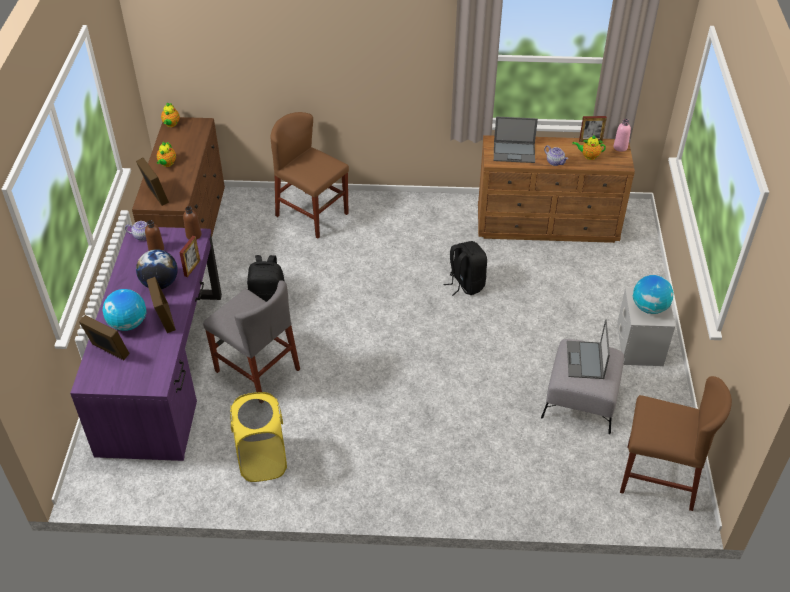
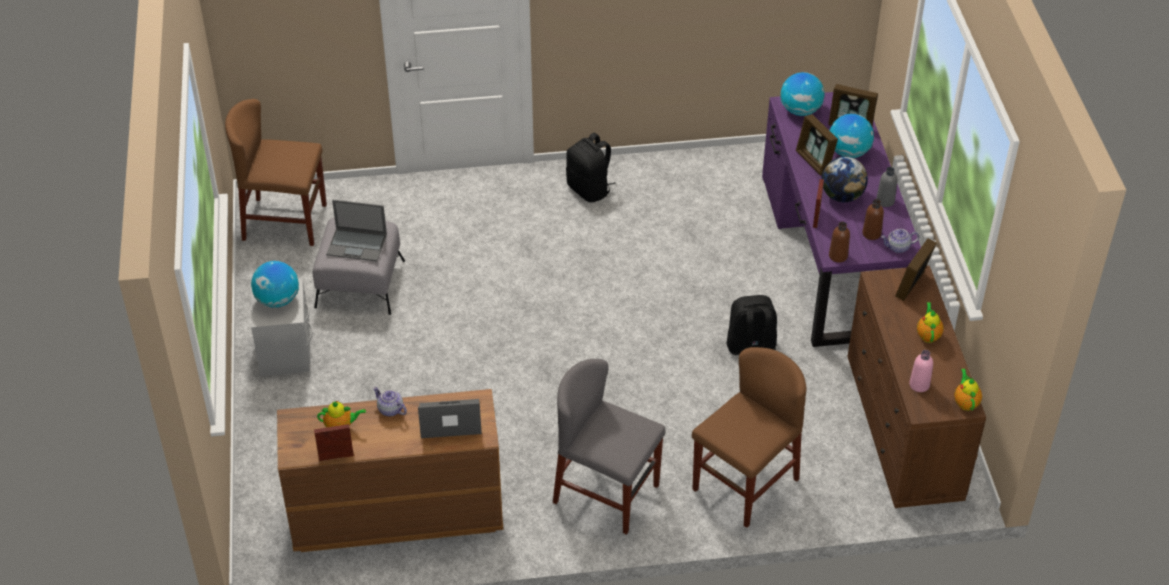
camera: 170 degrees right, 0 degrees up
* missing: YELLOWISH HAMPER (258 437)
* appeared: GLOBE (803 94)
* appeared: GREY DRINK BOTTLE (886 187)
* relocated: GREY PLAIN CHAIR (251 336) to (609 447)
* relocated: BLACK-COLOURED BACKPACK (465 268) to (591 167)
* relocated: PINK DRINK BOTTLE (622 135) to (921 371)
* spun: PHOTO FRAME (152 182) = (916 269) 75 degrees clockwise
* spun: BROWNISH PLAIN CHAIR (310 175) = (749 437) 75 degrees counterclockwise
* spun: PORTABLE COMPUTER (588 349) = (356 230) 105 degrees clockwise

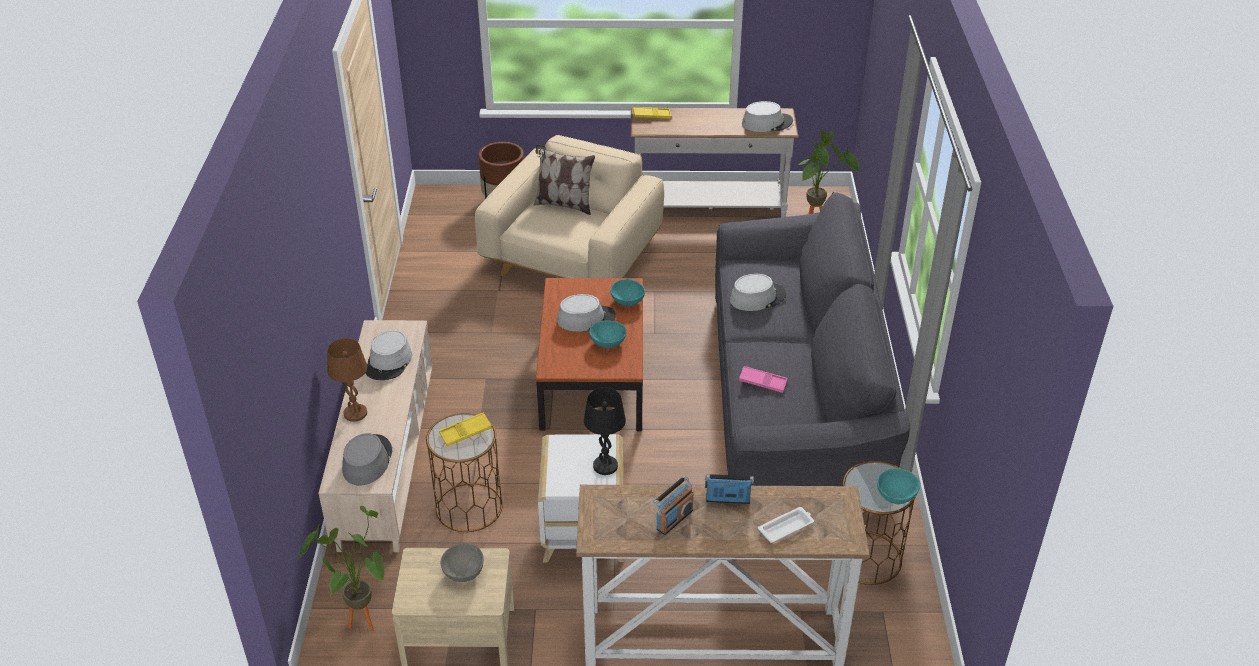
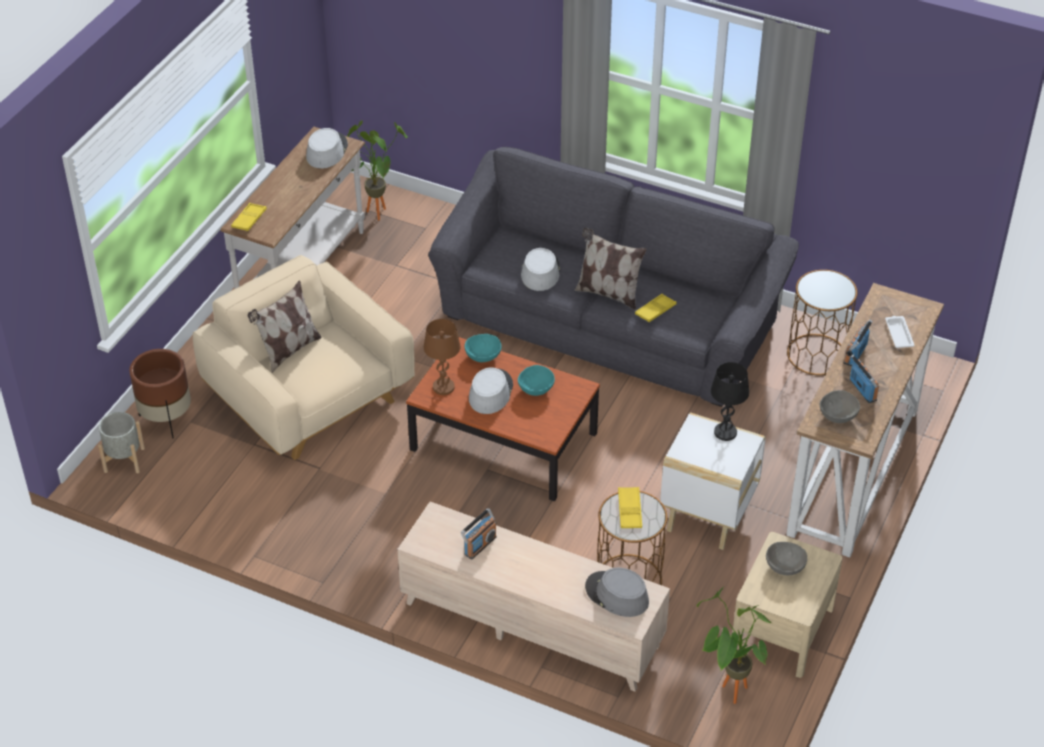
camera: 65 degrees left, 5 degrees up
* missing: TURQUOISE-COLOURED BOWL (898 486)
* appeared: GREY FLOWER POT (121 442)
* appeared: THROW PILLOW (611 268)
* appeared: GREY BOWL (840 406)
* relocated: BROWNISH TABLE LAMP (347 380) to (442 357)
* exchanged: GREY CLOTHING HAT (388 355) to RADIO RECEIVER (479 534)
* colour: PINK CARRYING TRAY (763 379) to YELLOWISH CARRYING TRAY (655 308)

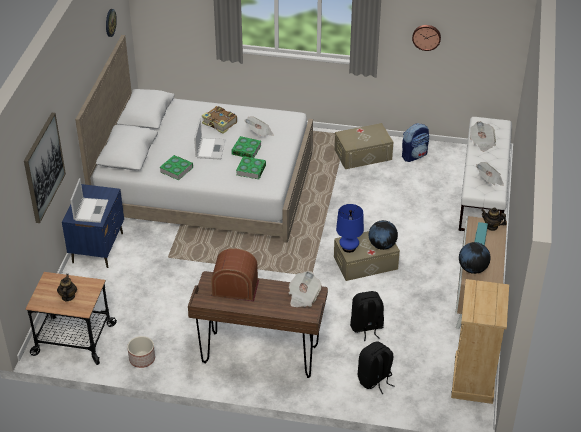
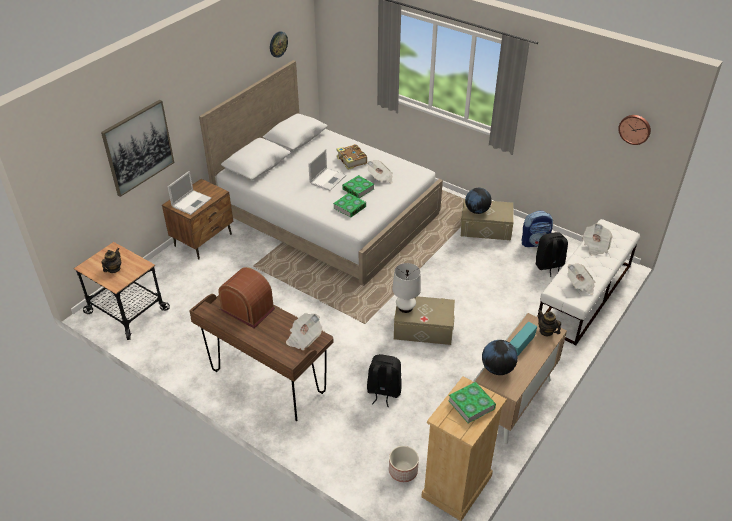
camera: 25 degrees right, 0 degrees up
* relocated: FLOWER POT (141 352) to (404 464)
* relocated: VOLUME (176 167) to (472 402)
* relocated: BLACK-COLOURED BACKPACK (376 367) to (552 254)
* relocated: GLOBE (383 235) to (478 201)
* relocated: HANGING CLOCK (426 38) to (634 130)
* colour: BLUISH BEDSIDE TABLE (93 226) to BROWNISH BEDSIDE TABLE (197 219)
* colour: BLUISH TABLE LAMP (350 228) to WHITISH TABLE LAMP (406 288)

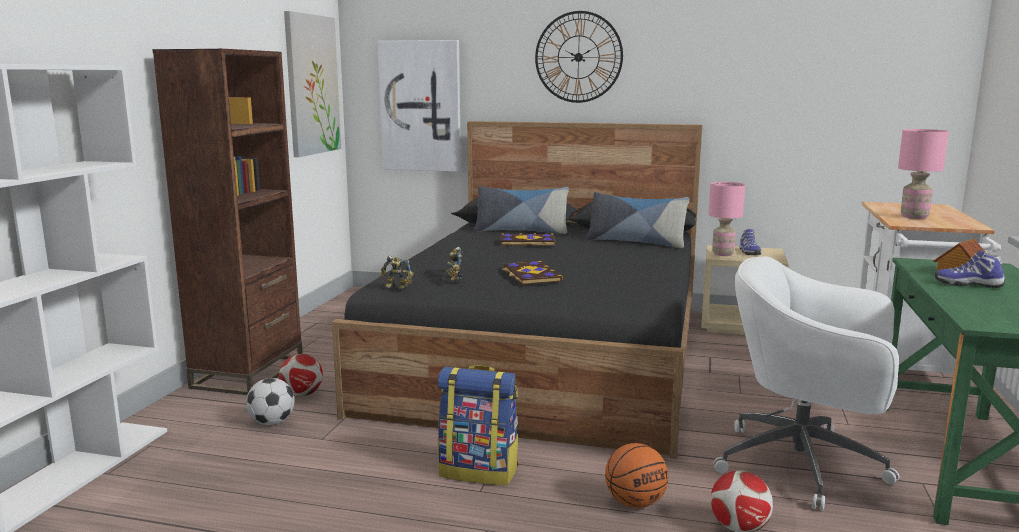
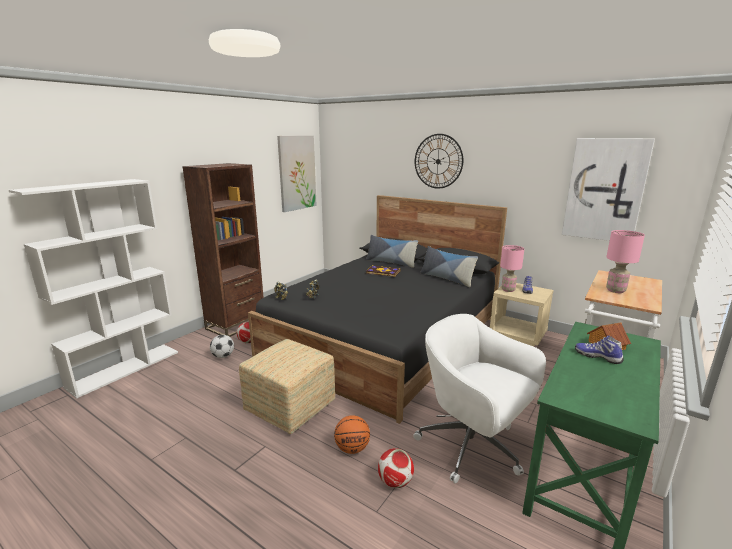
camera: 20 degrees right, 5 degrees up
* missing: VOLUME (532 273)
* relocated: PICTURE (419 106) to (608 189)
* exchanged: BACKPACK (478 425) to POUFFE (287 386)

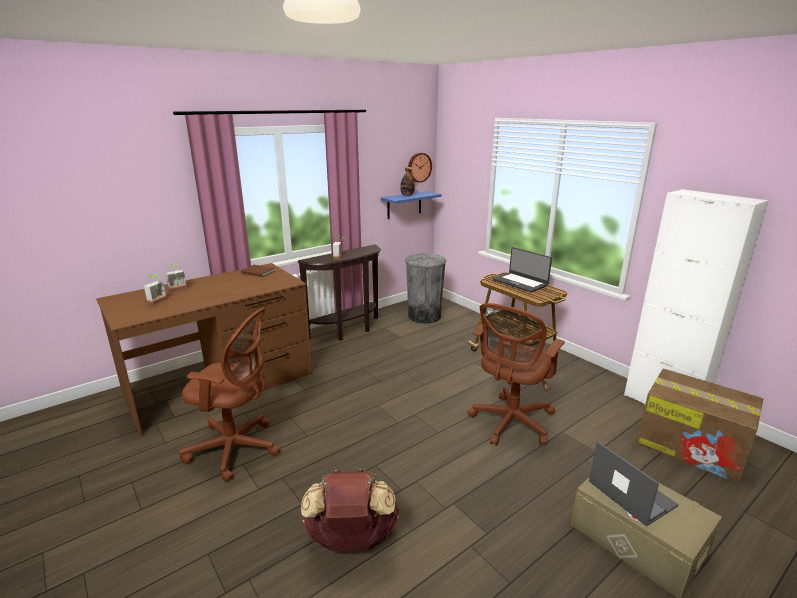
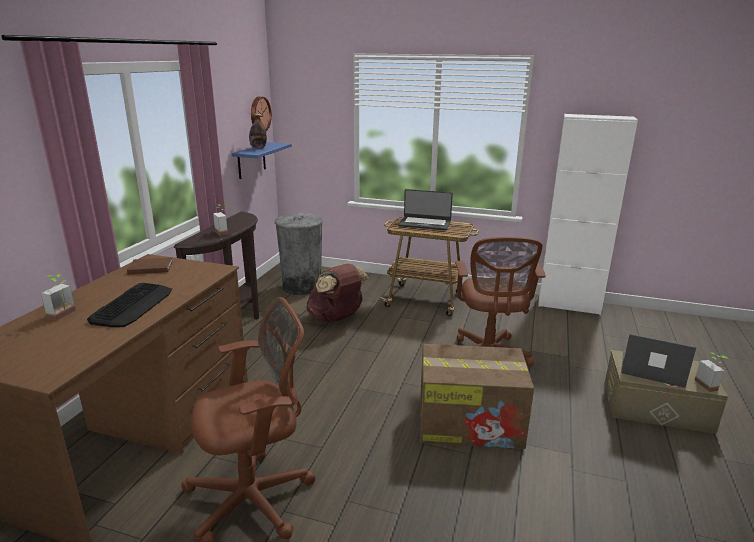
camera: 35 degrees left, 0 degrees up
* appeared: KEYBOARD (129 305)
* relocated: HOUSEPLANT (155 290) to (711 372)
* relocated: BROWNISH BACKPACK (350 510) to (337 292)
* relocated: CARDBOARD BOX (699 425) to (477 396)

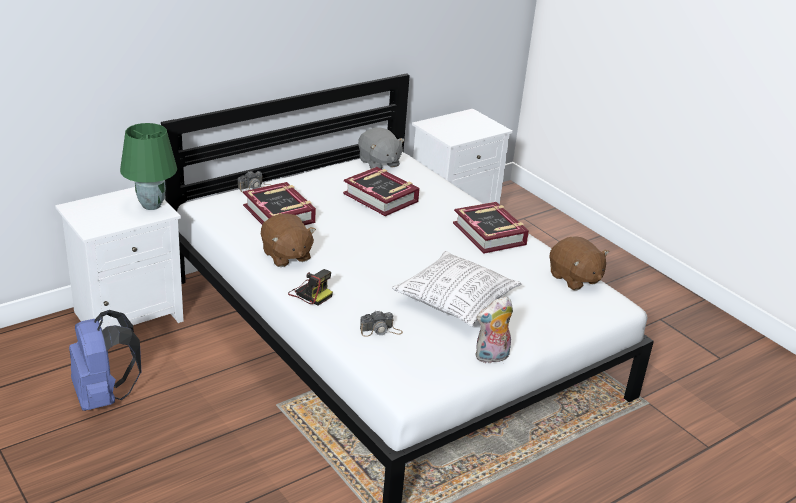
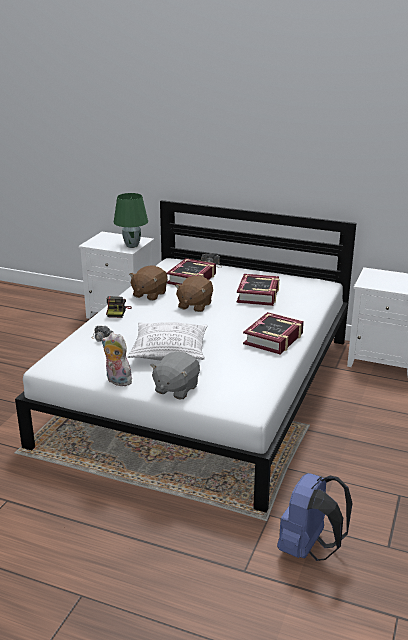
camera: 60 degrees right, 5 degrees down
* relocated: BLUISH BACKPACK (105 360) to (314 517)
* relocated: GREY CUDDLY TOY (381 148) to (175 376)
* relocated: BROWNISH CUDDLY TOY (579 263) to (194 294)

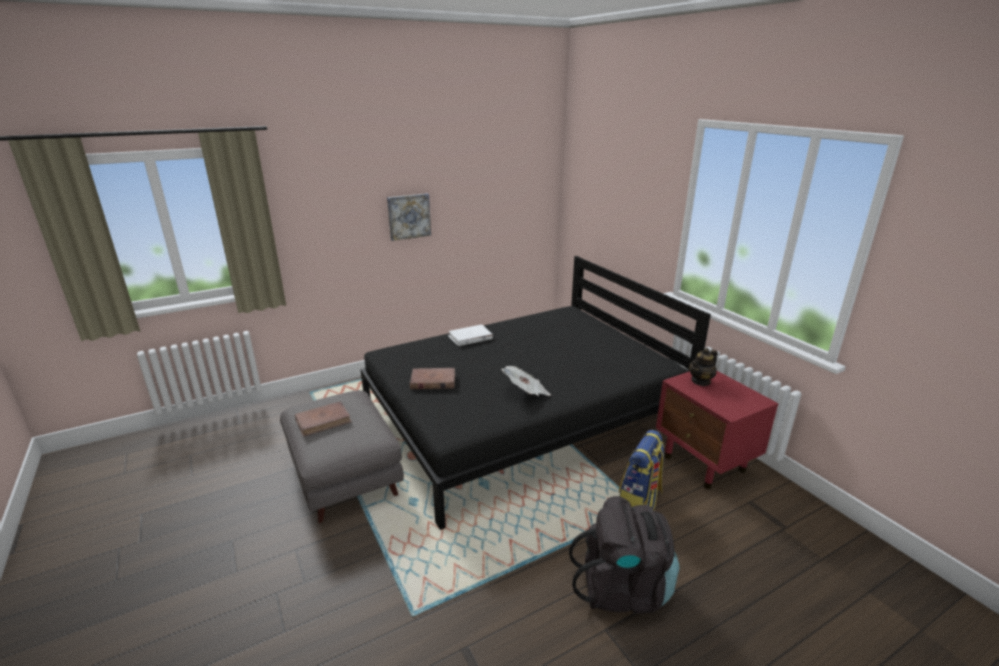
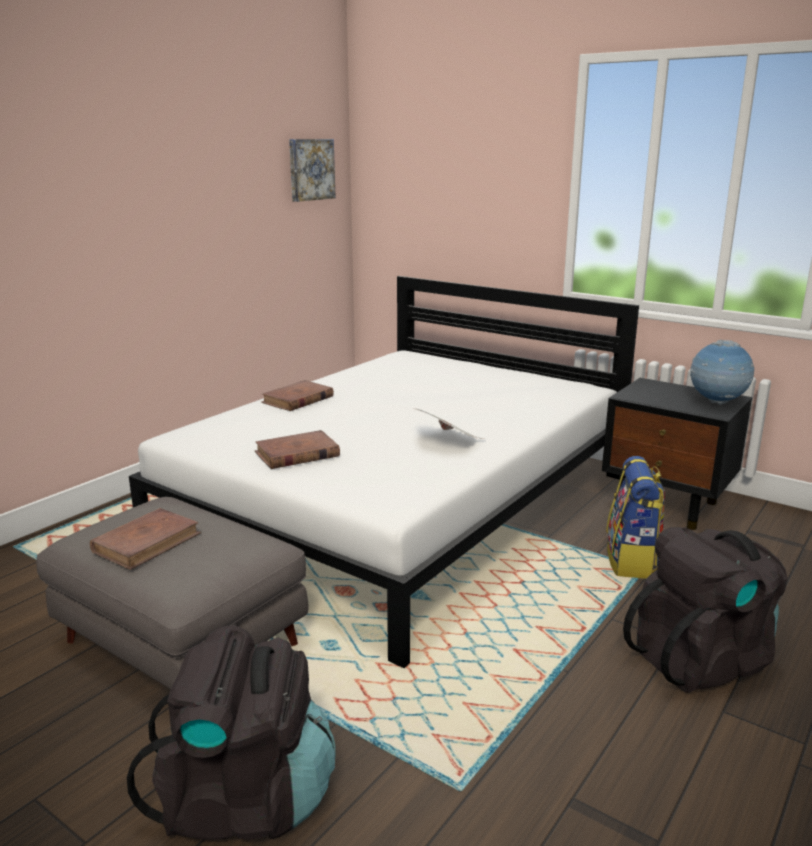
camera: 25 degrees left, 5 degrees down
* missing: TEAPOT (703 367)
* appeared: BLACK-COLOURED BACKPACK (231 732)
* appeared: GLOBE (722 372)
* relocated: PICTURE (409 217) to (312 170)
* colour: BLACK-COLOURED BED (535 393) to WHITISH BED (384 472)
* colour: WHITISH VOLUME (470 335) to BROWNISH VOLUME (297 395)
* colour: RED BEDSIDE TABLE (717 430) to BLACK-COLOURED BEDSIDE TABLE (677 454)

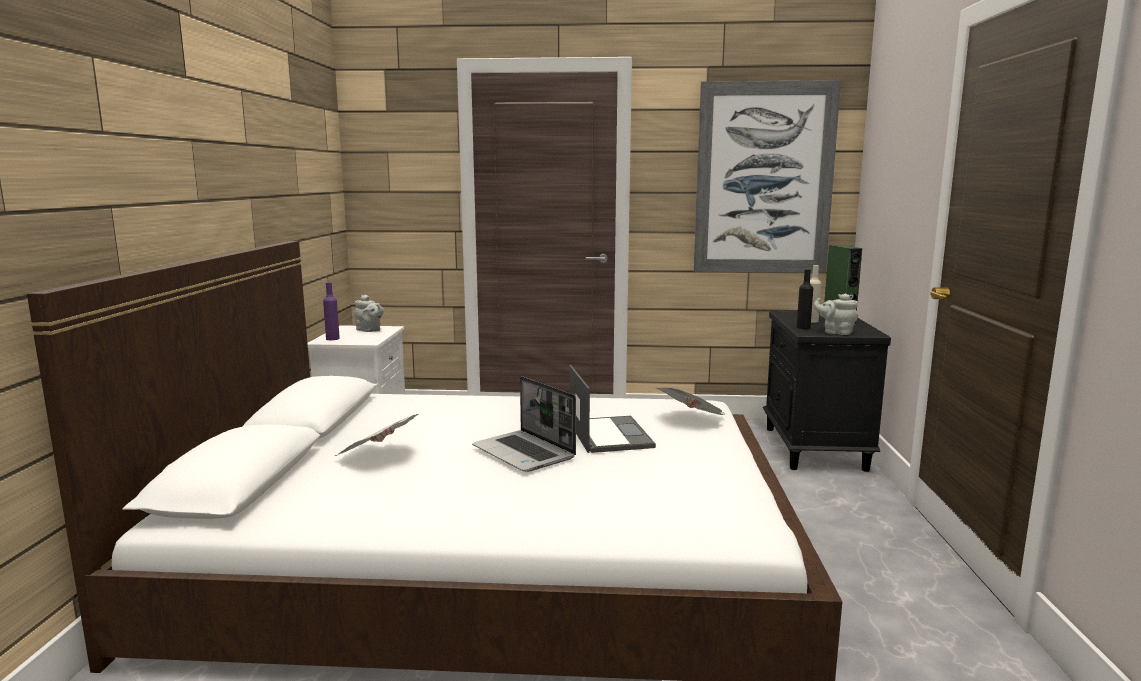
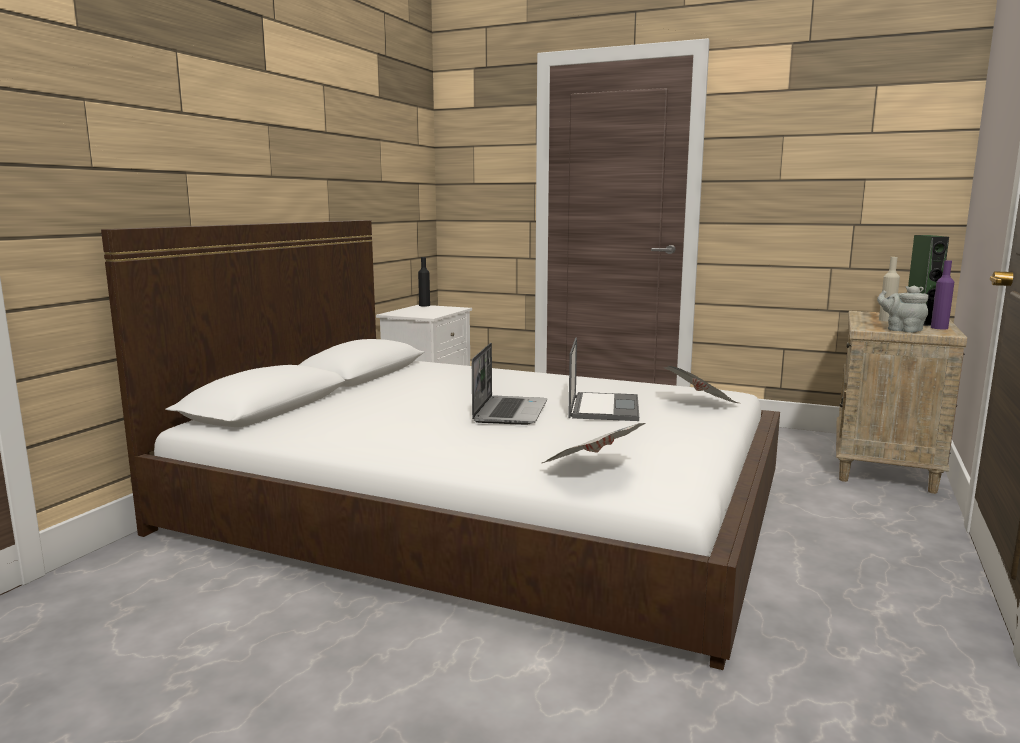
camera: 20 degrees right, 0 degrees up
* missing: GREY TEAPOT (369 313)
* missing: PICTURE (767 176)
* relocated: PURPLE DRINK BOTTLE (331 311) to (942 294)
* relocated: DAILY PAPER (377 435) to (593 443)
* relocated: BLACK-COLOURED DRINK BOTTLE (805 299) to (424 282)
* colour: BLACK-COLOURED BEDSIDE TABLE (827 391) to BEIGE BEDSIDE TABLE (901 402)
* spun: PORTABLE COMPUTER (524 424) = (509 384) 150 degrees counterclockwise

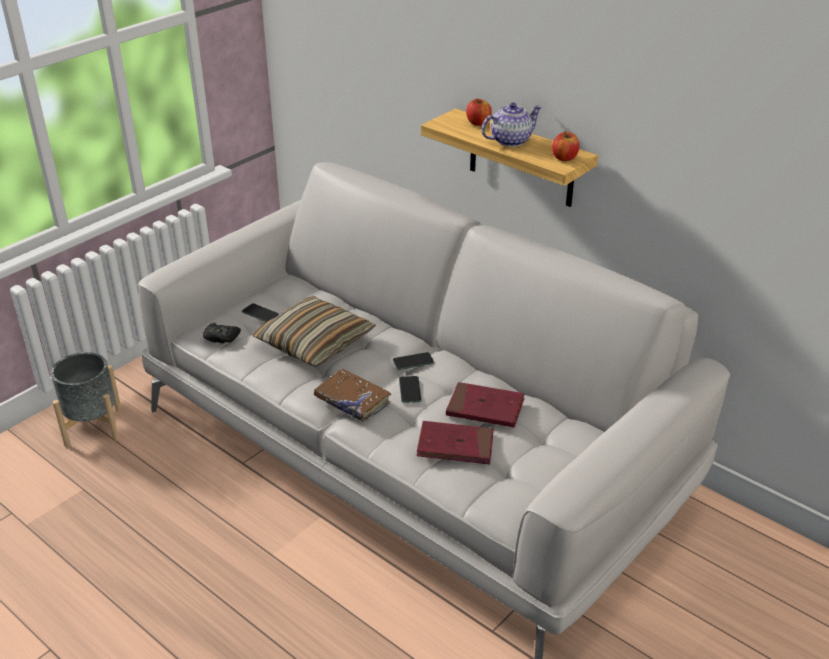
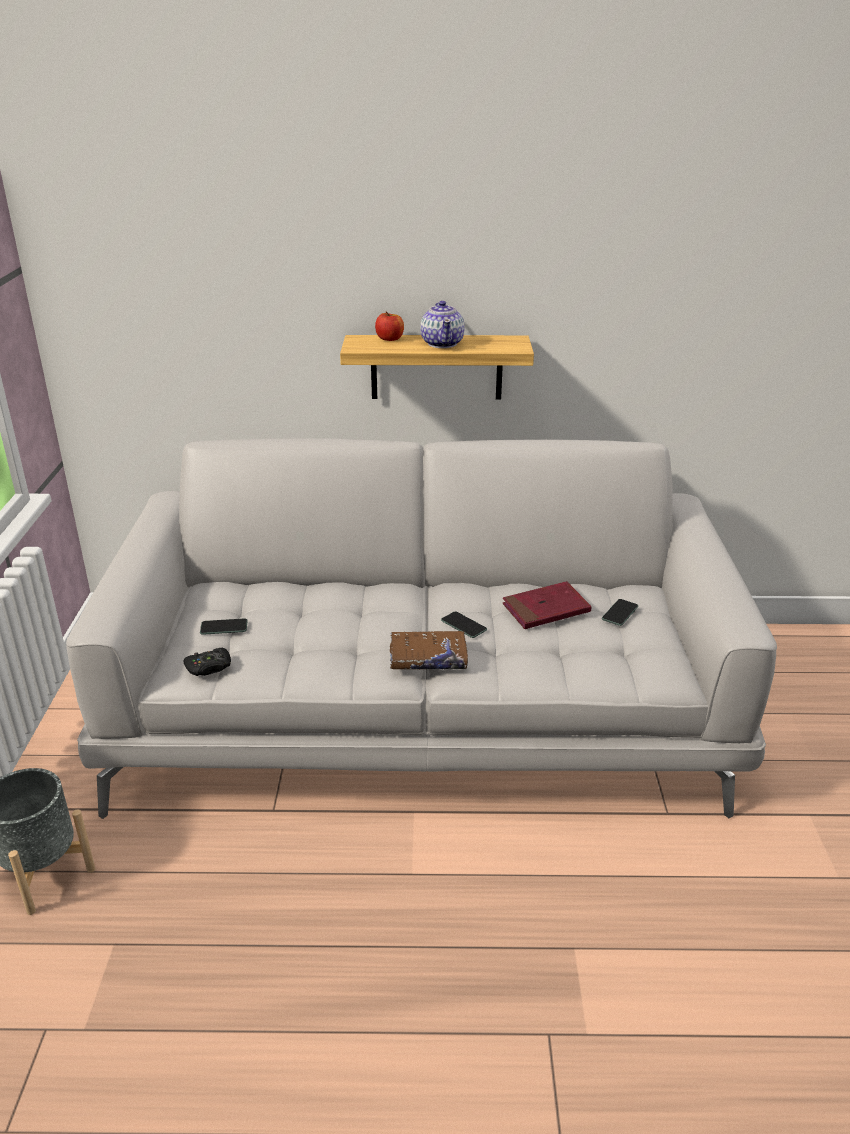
camera: 40 degrees left, 5 degrees down
* missing: THROW PILLOW (314 331)
* missing: RED VOLUME (455 443)
* missing: APPLE FRUIT (565 146)
* relocated: HANDSET (413 361) to (620 612)
* spun: TEAPOT (512 124) = (442 324) 150 degrees clockwise

